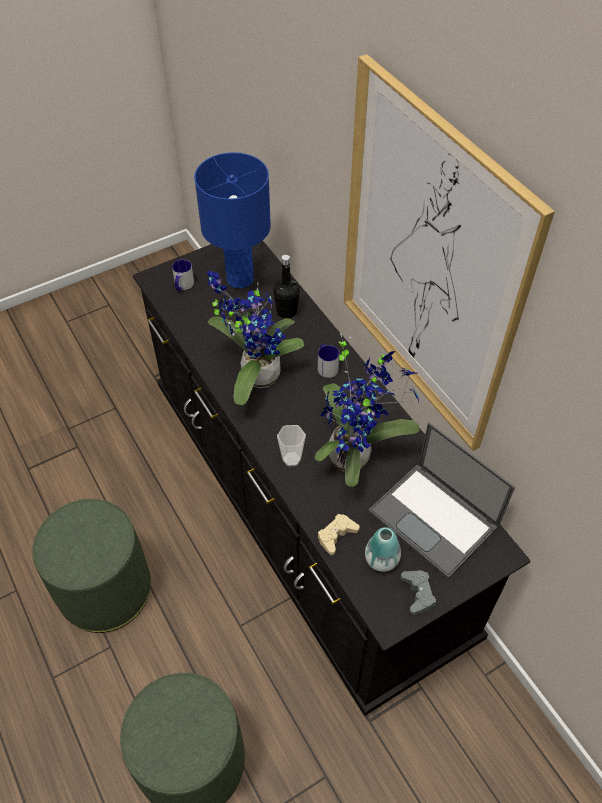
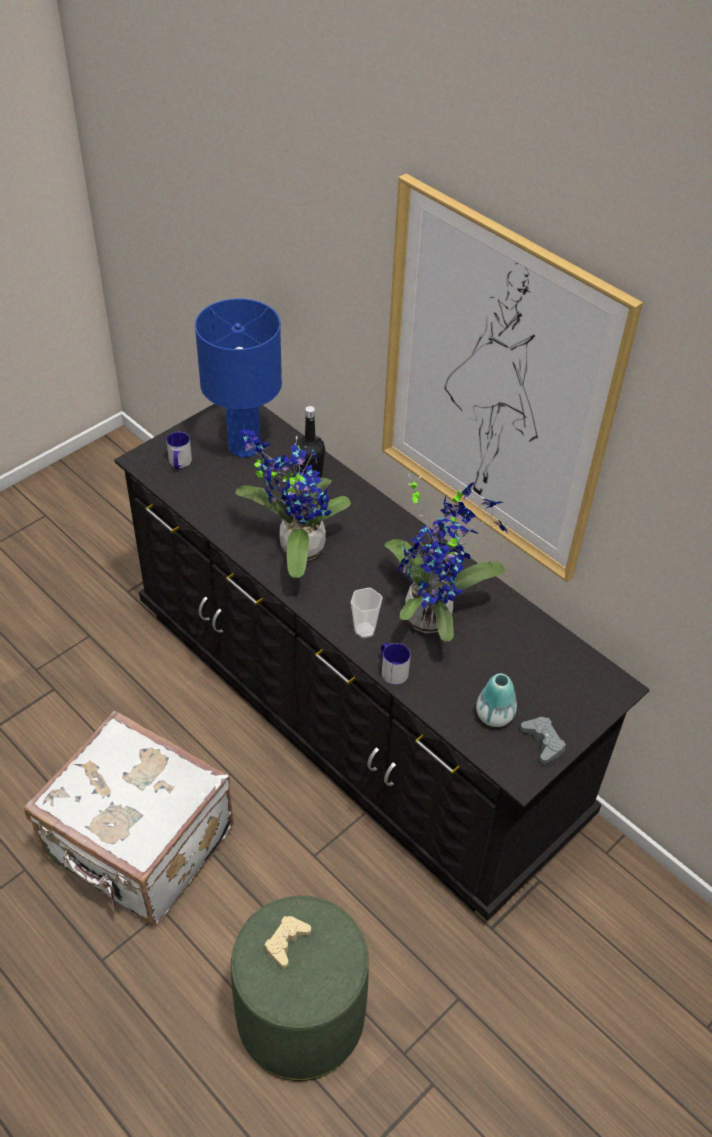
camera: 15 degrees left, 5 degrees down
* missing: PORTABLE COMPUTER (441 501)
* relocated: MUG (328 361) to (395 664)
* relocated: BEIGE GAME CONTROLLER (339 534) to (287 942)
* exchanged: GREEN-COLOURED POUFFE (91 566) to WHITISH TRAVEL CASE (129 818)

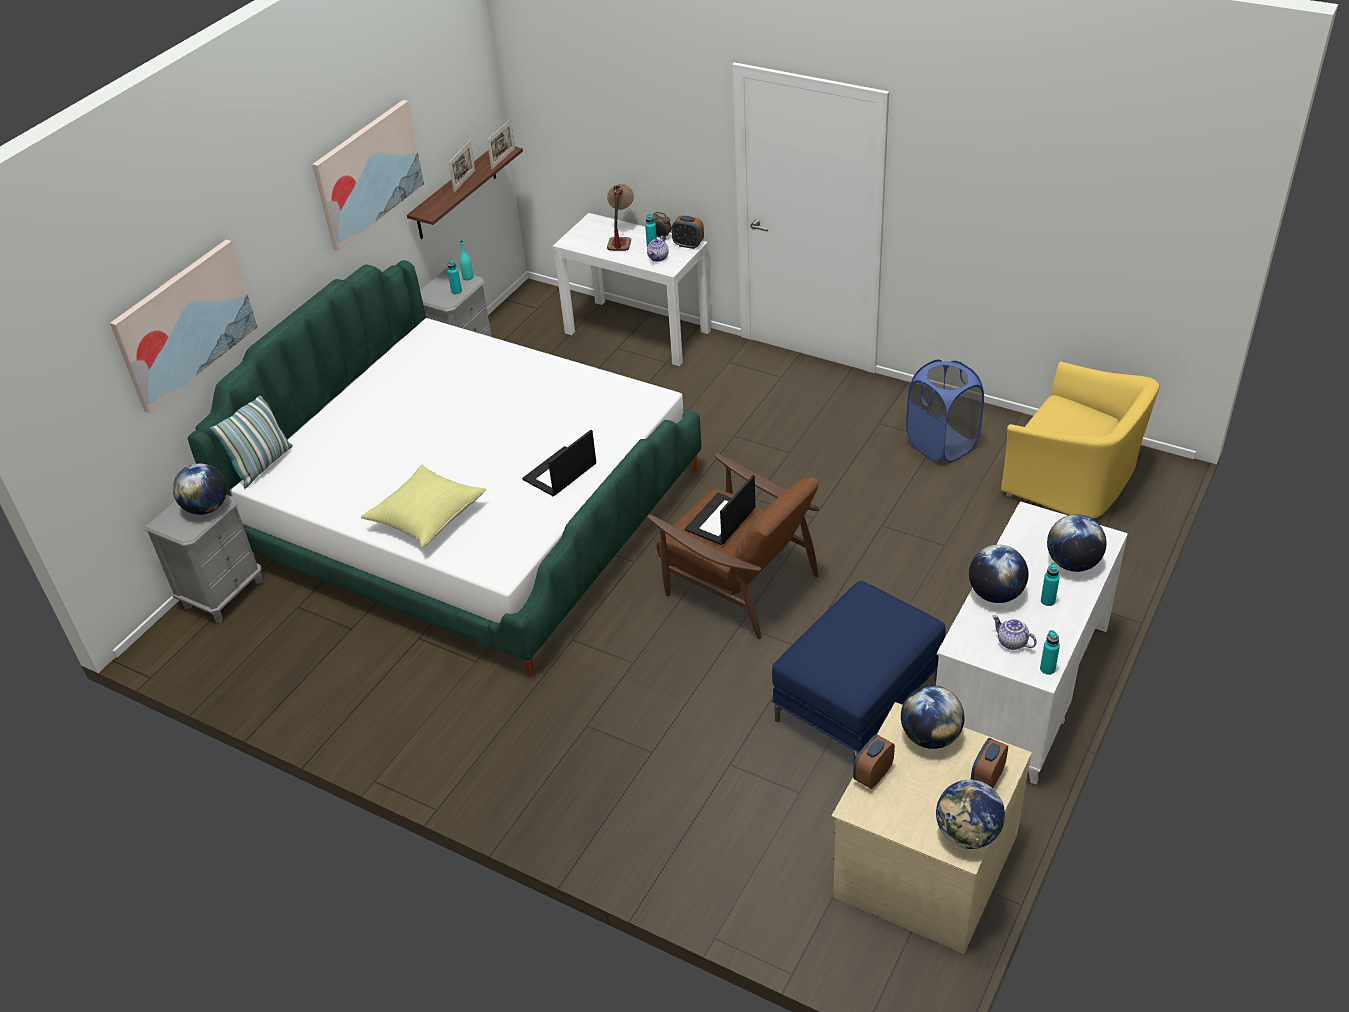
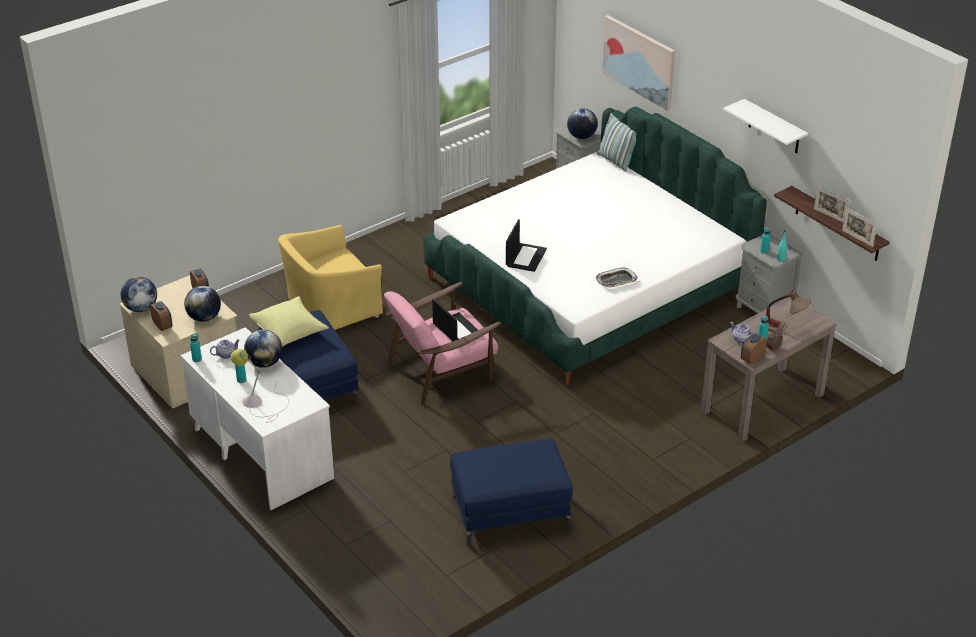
camera: 110 degrees right, 5 degrees down
* appeared: CARRYING TRAY (617 277)
* relocated: YELLOWISH THROW PILLOW (423 506) to (289 321)
* relocated: YELLOWISH ARMCHAIR (1080 440) to (330 277)
* exchanged: PICTURE (368 175) to WHITISH SHELF (765 126)
* exchanged: BLUISH HAMPER (945 411) to BLUISH POUFFE (511 492)
* exchanged: GLOBE (1077 543) to TABLE LAMP (260 386)
* colour: WHITISH HALL TABLE (632 289) to BROWNISH HALL TABLE (769 369)
* colour: BROWNISH ARMCHAIR (733 546) to PINK ARMCHAIR (442 343)
* spun: PORTABLE COMPUTER (559 463) = (526 245) 45 degrees clockwise

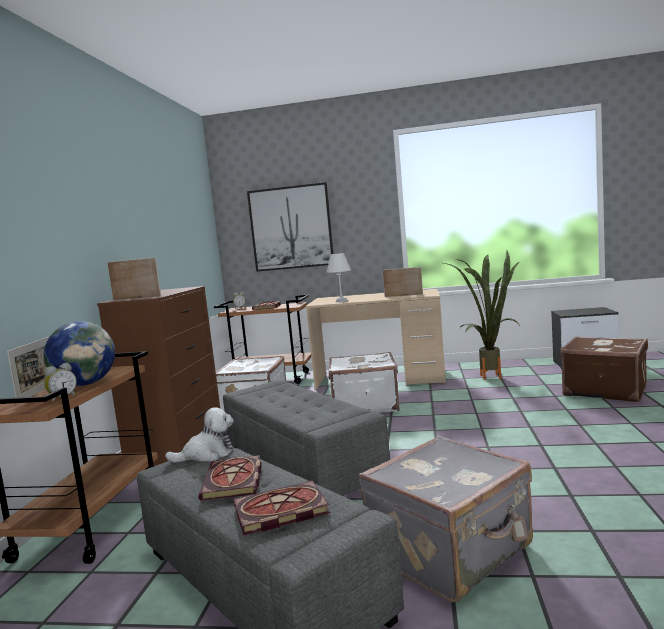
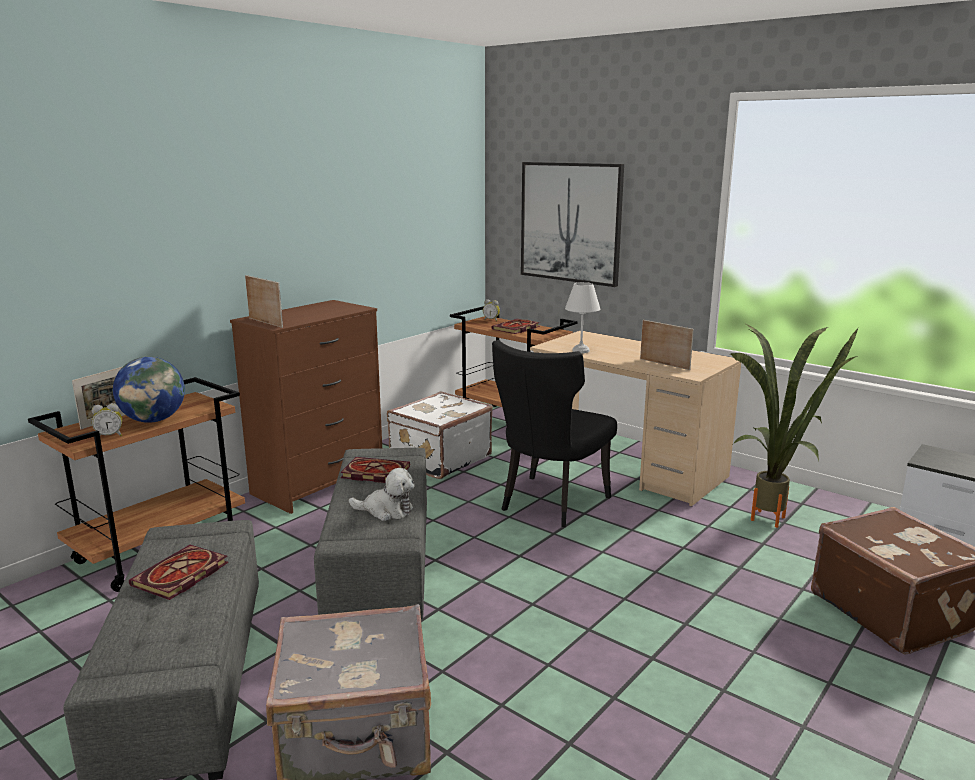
camera: 30 degrees right, 10 degrees up
* relocated: CUDDLY TOY (199 435) to (382 494)
* relocated: VOLUME (281 507) to (375 470)
* exchanged: WHITISH TRAVEL CASE (364 382) to BLACK-COLOURED PLAIN CHAIR (554 433)

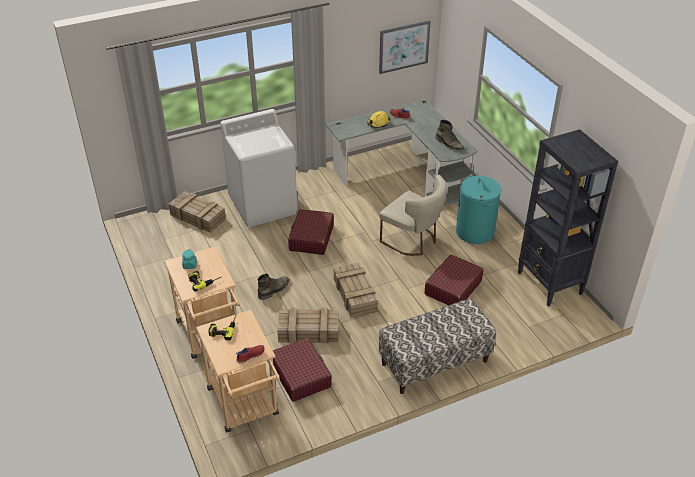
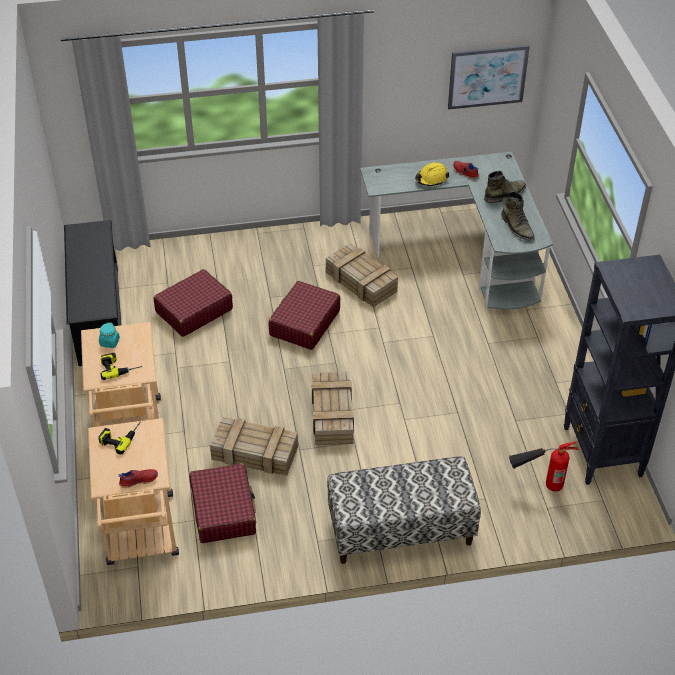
camera: 15 degrees right, 5 degrees up
* missing: WHITISH LAUNDRY MACHINE (259 168)
* missing: BEIGE PLAIN CHAIR (413 215)
* missing: TURQUOISE-COLOURED HAMPER (478 209)
* appeared: BLACK-COLOURED SHOE SHELF (92 293)
* appeared: FIRE EXTINGUISHER (543 466)
* relocated: SHIPPING CRATE (197 212) to (362 275)
* relocated: GREEN-COLOURED BOOT (273 286) to (505 187)
* relocated: RED TRAVEL CASE (454 280) to (193 303)

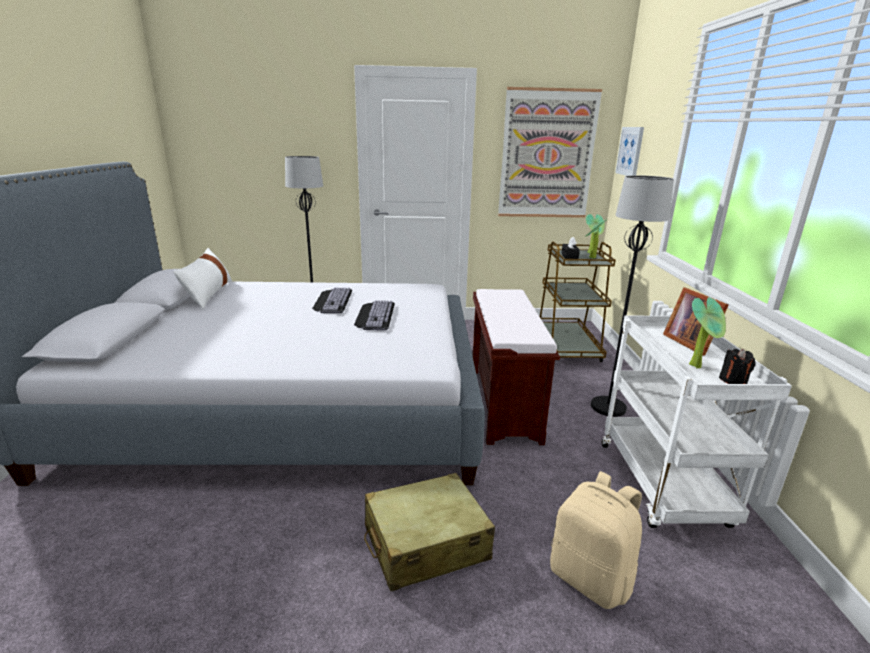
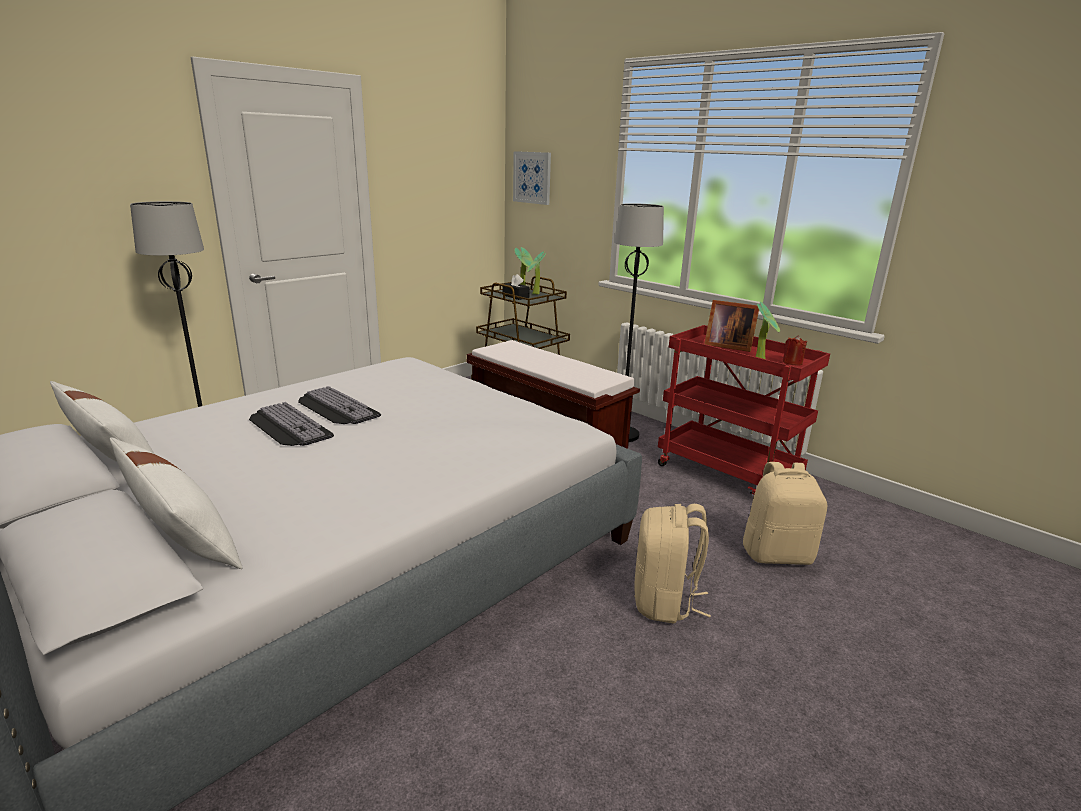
camera: 45 degrees left, 0 degrees up
* missing: PICTURE (550 152)
* appeared: WHITISH THROW PILLOW (176 503)
* relocated: KEYBOARD (374 315) to (291 424)
* exchanged: BEIGE TRAVEL CASE (429 532) to BEIGE BACKPACK (672 564)
* colour: WHITISH TROLLEY (697 421) to RED TROLLEY (744 411)
* colour: BLACK-COLOURED WAX CANDLE (737 366) to RED WAX CANDLE (795 351)

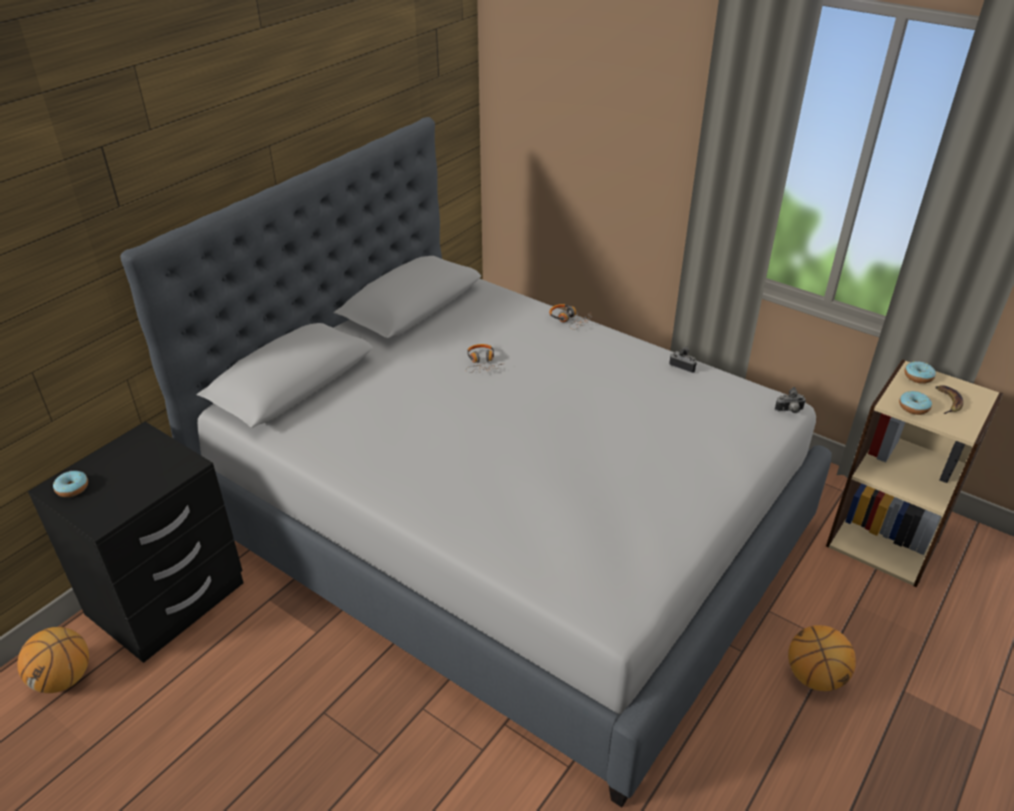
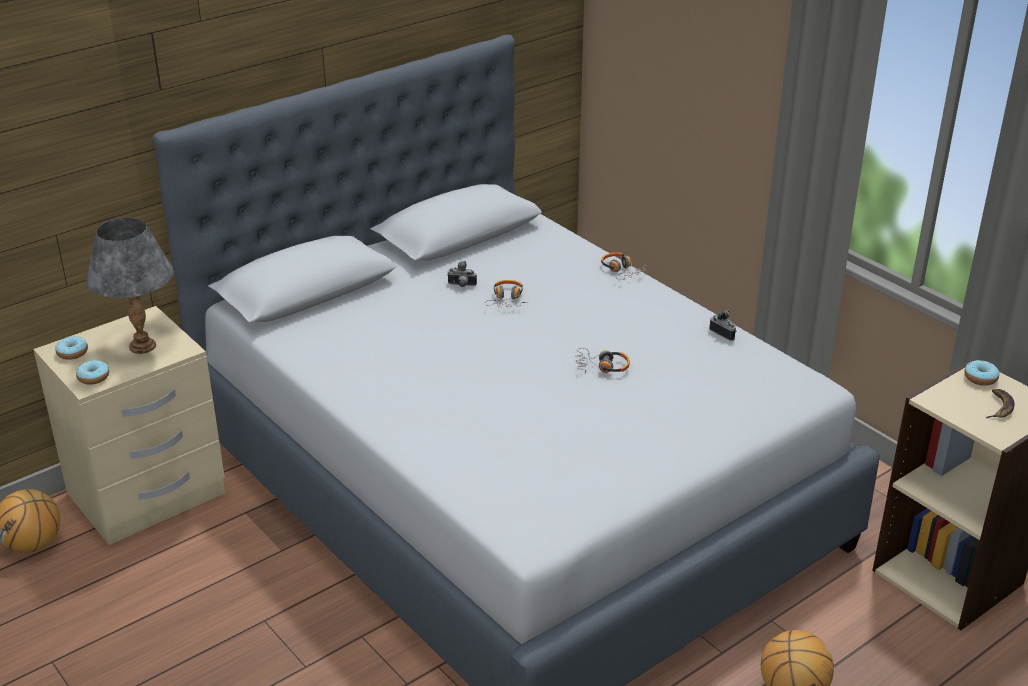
camera: 15 degrees right, 5 degrees down
* appeared: GREY TABLE LAMP (129 286)
* appeared: PAIR OF HEADPHONES (602 361)
* relocated: PHOTO CAMERA (790 400) to (462 274)
* relocated: DONUT (915 403) to (92 372)
* colour: BLACK-COLOURED BEDSIDE TABLE (135 542) to BEIGE BEDSIDE TABLE (129 425)

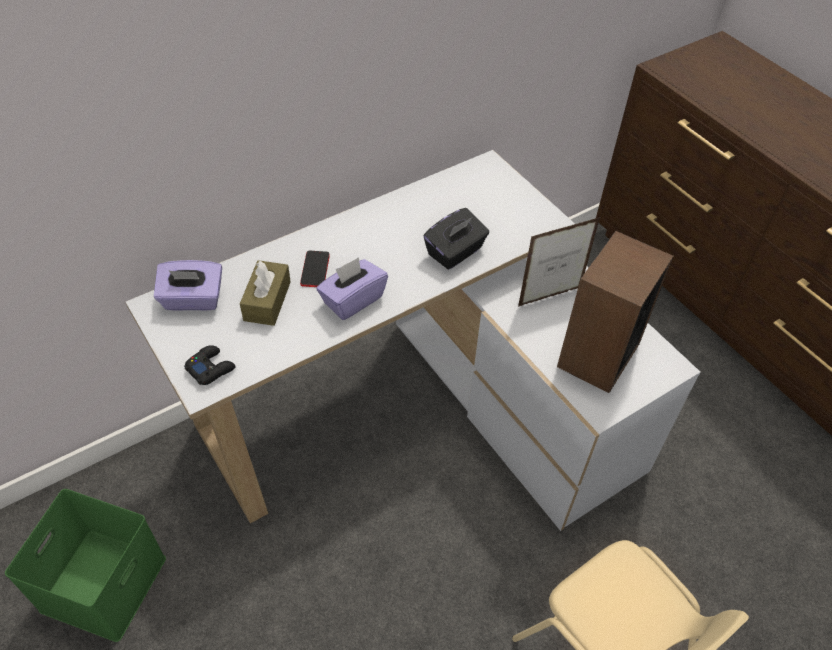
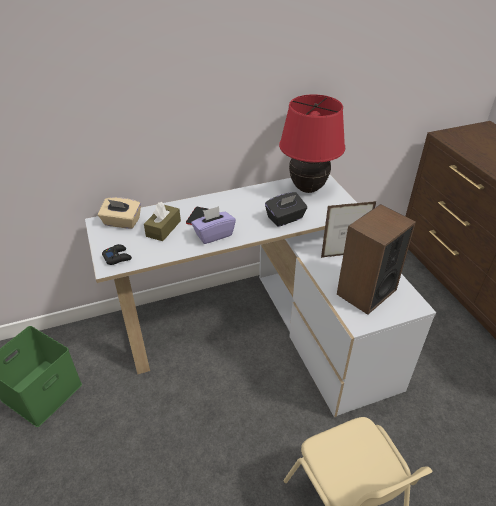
camera: 15 degrees right, 10 degrees down
* appeared: RED TABLE LAMP (312 143)
* colour: PURPLE TISSUE HOLDER (188 285) to BEIGE TISSUE HOLDER (119 213)

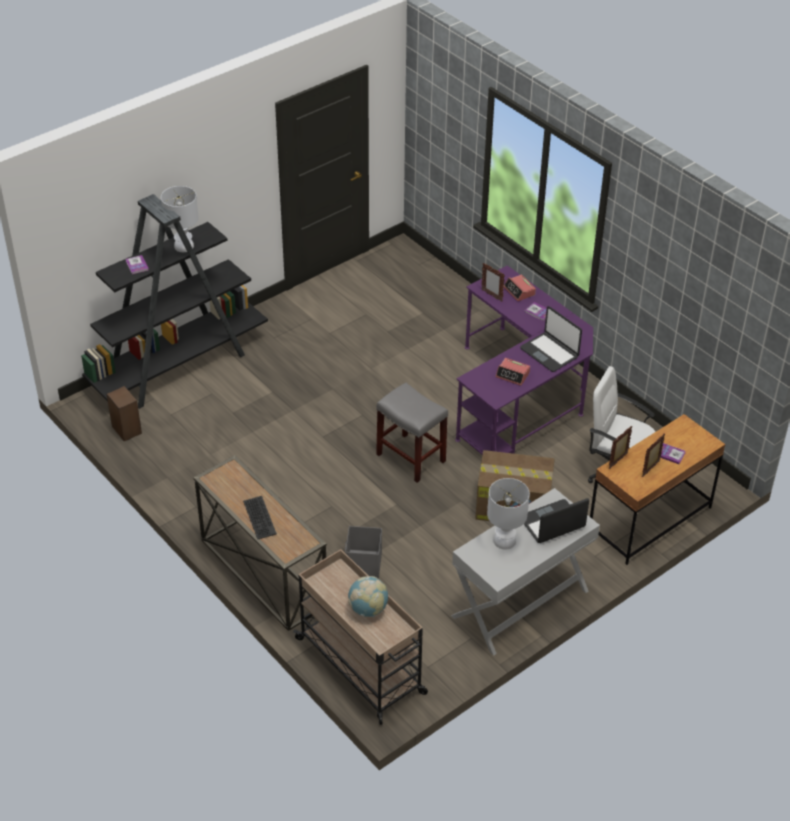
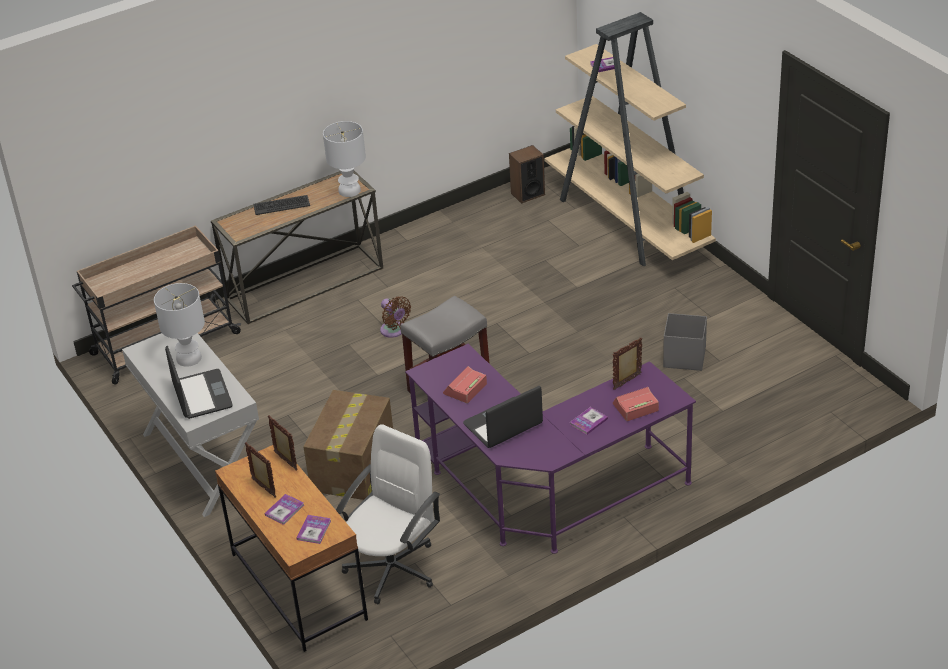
camera: 100 degrees right, 5 degrees down
* missing: GLOBE (368 596)
* appeared: VOLUME (314 529)
* appeared: BROWNISH FAN (395 317)
* relocated: WHITISH TABLE LAMP (180 219) to (344 159)
* relocated: GREY STORAGE CONTAINER (363 552) to (685 342)
* colour: BLACK-COLOURED SHELVING UNIT (174 301) to BEIGE SHELVING UNIT (630 139)

